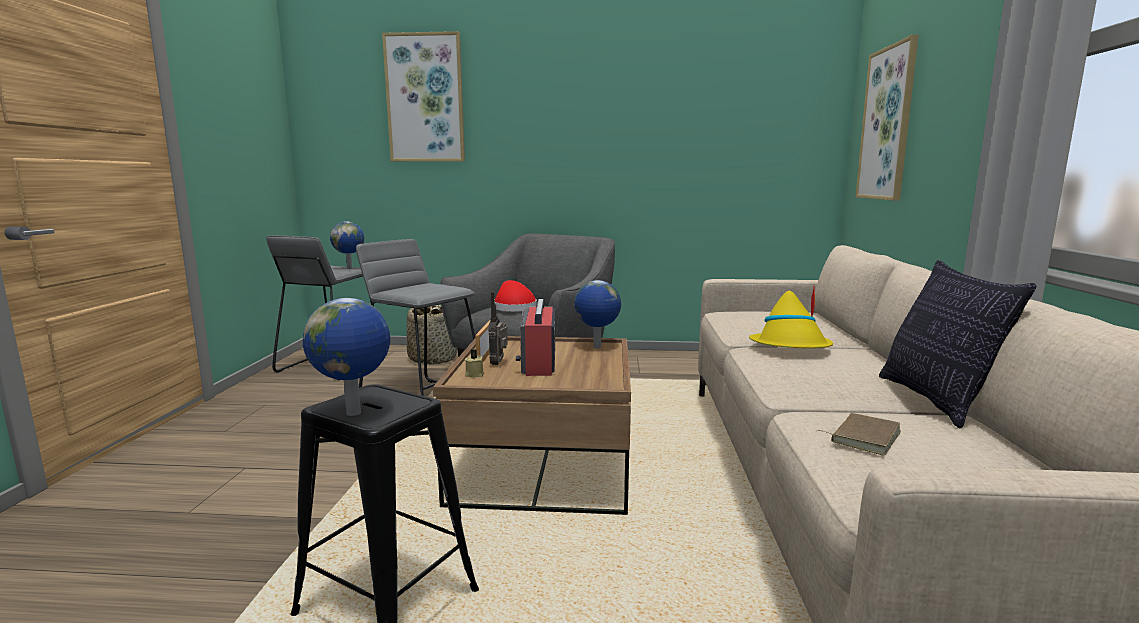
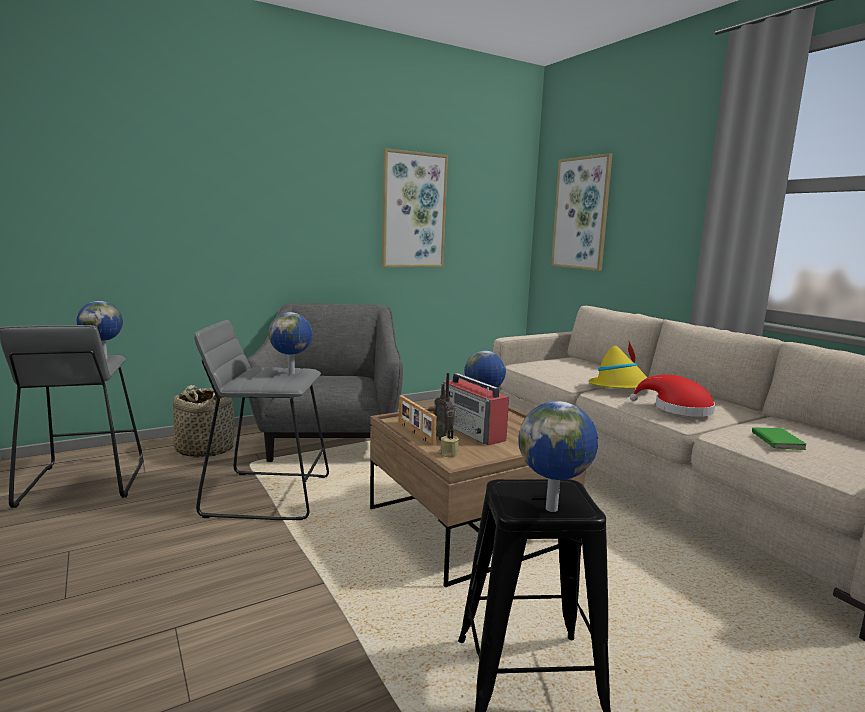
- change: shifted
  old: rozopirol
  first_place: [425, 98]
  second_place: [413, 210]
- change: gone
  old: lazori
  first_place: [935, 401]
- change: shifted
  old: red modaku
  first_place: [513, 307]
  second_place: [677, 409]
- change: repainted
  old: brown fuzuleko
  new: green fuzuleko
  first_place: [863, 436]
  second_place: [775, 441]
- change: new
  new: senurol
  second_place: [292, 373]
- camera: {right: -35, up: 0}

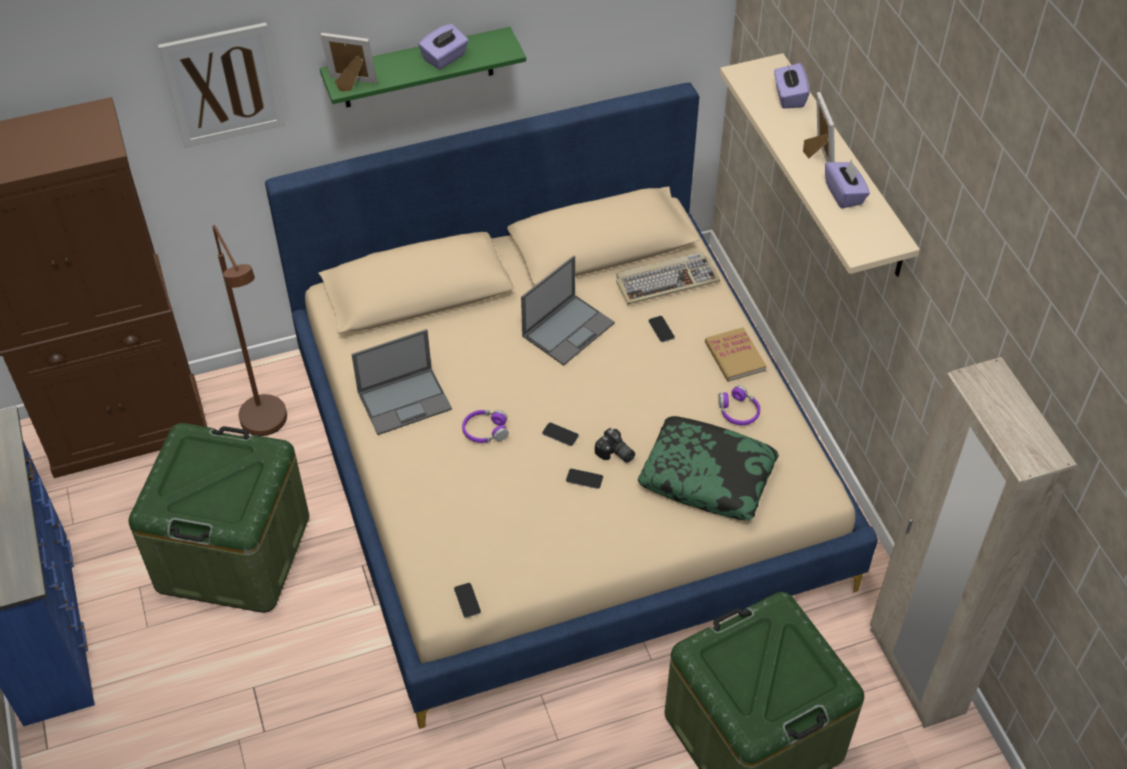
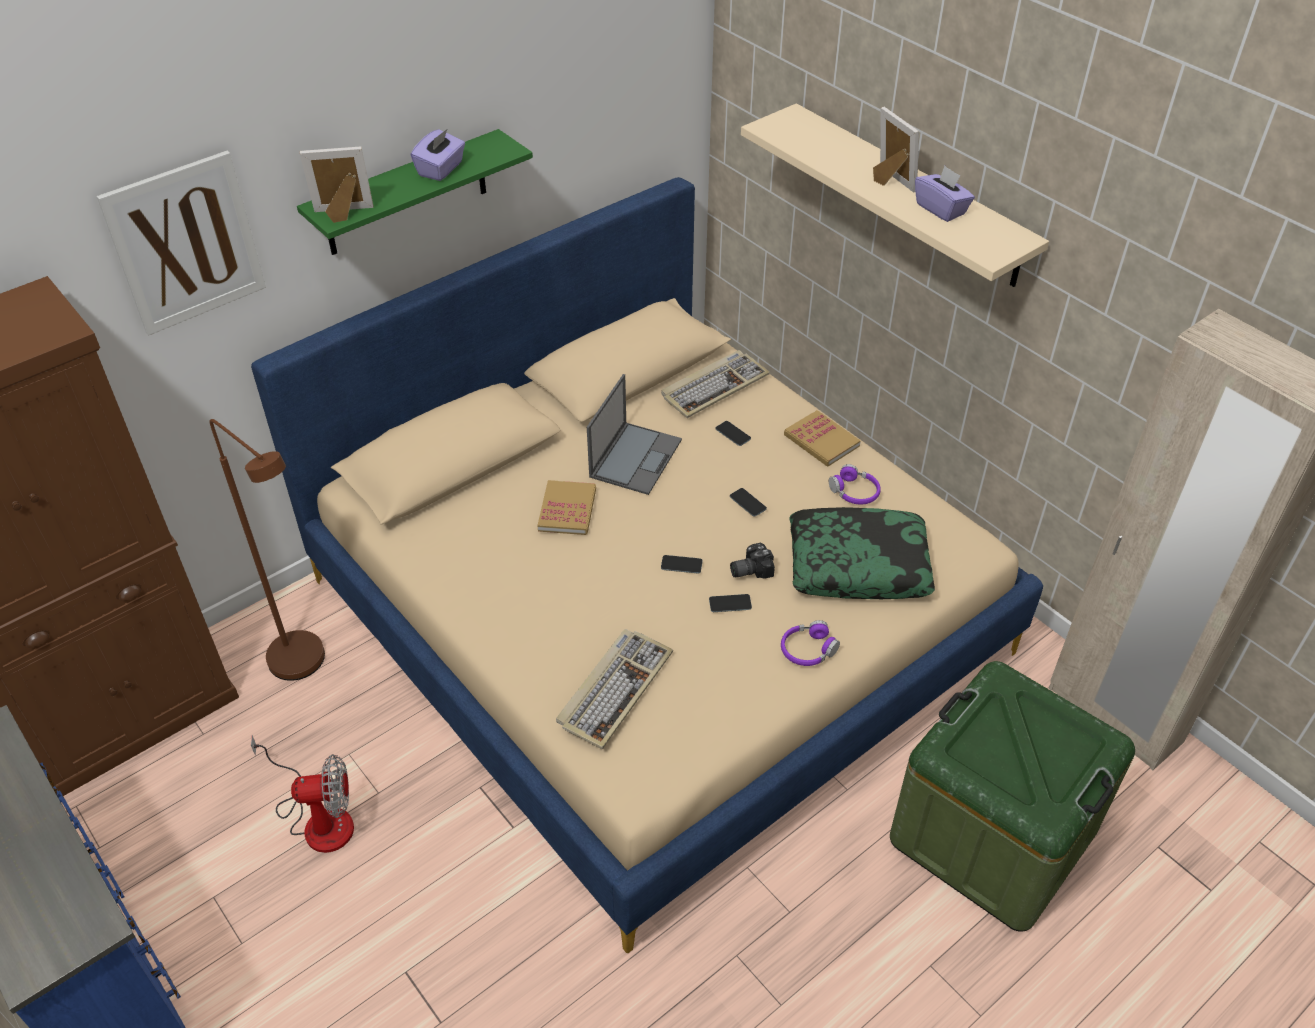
- change: gone
  old: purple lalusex
  first_place: [789, 97]
- change: gone
  old: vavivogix
  first_place: [405, 400]
- change: shifted
  old: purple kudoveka
  first_place: [485, 431]
  second_place: [807, 650]
- change: swapped
  old: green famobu
  new: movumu
  first_place: [233, 552]
  second_place: [318, 819]
- change: rotated
  old: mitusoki
  first_place: [615, 454]
  second_place: [749, 569]
  degrees: 135
- change: shifted
  old: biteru
  first_place: [467, 600]
  second_place: [748, 502]
- change: new
  new: fuzuleko
  second_place: [567, 510]
- change: new
  new: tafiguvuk
  second_place: [614, 688]
- camera: {right: -20, up: -5}

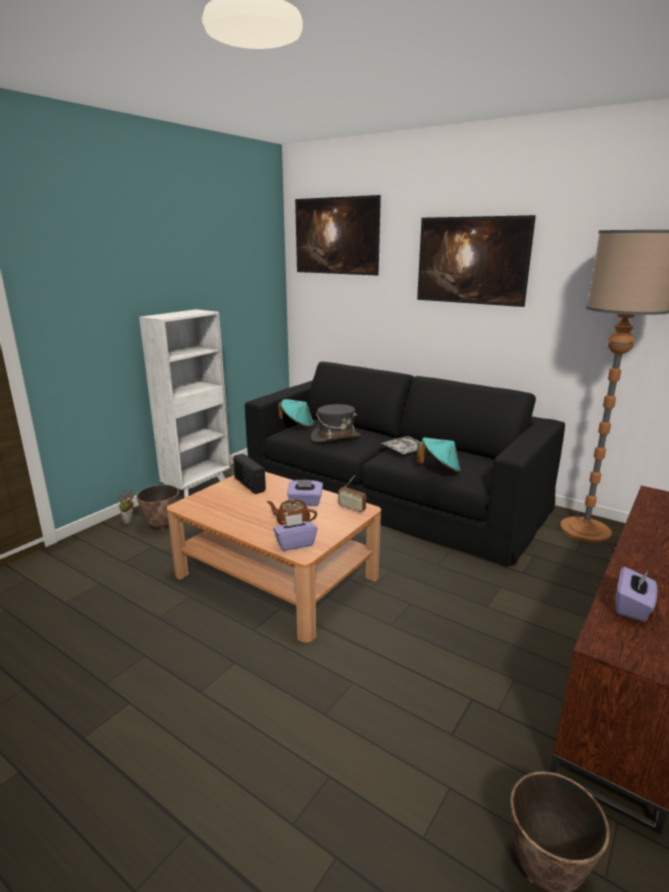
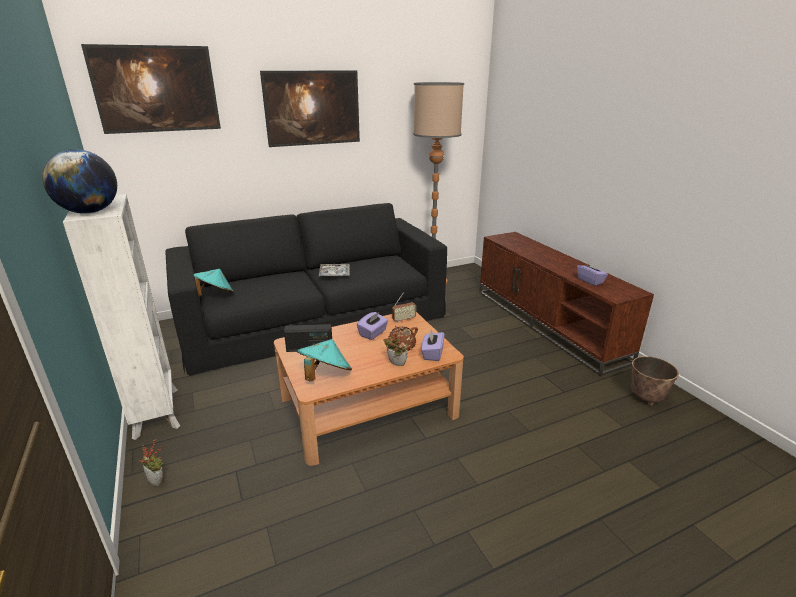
- change: gone
  old: grey modaku
  first_place: [336, 437]
- change: shifted
  old: turquoise modaku
  first_place: [439, 469]
  second_place: [325, 375]
- change: gone
  old: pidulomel
  first_place: [162, 526]
- change: new
  new: senurol
  second_place: [90, 212]
- change: new
  new: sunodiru
  second_place: [395, 364]
- camera: {right: -60, up: 5}

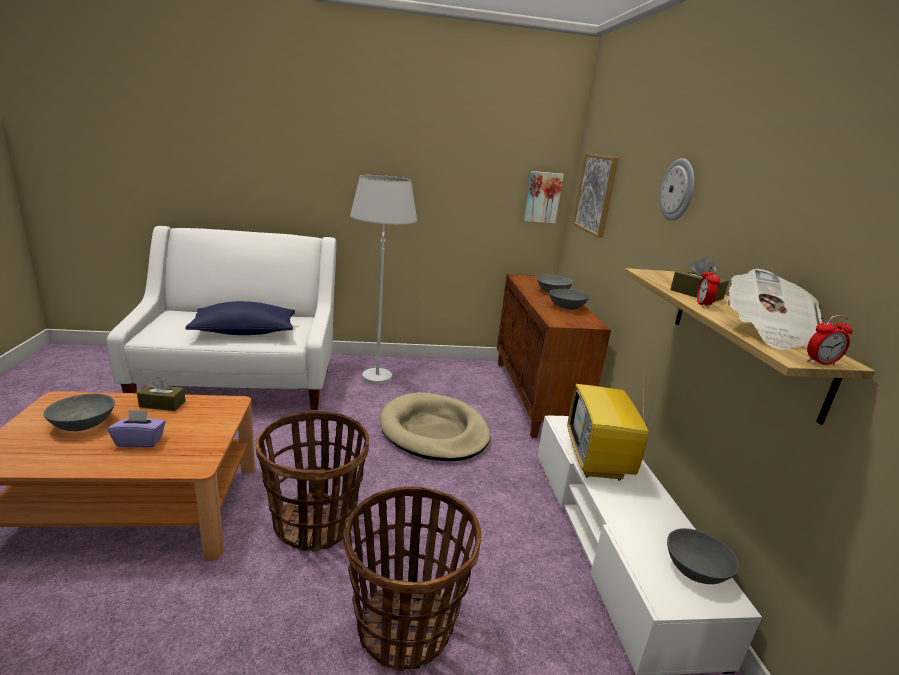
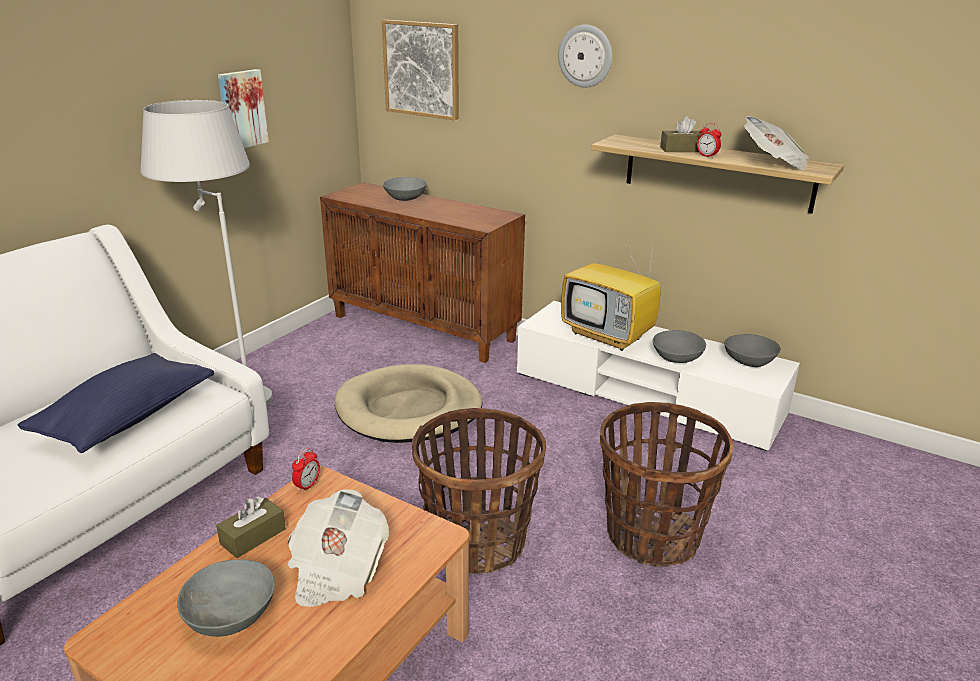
- change: shifted
  old: rozopirol
  first_place: [542, 197]
  second_place: [242, 109]
- change: shifted
  old: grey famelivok
  first_place: [567, 307]
  second_place: [676, 358]
- change: shifted
  old: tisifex
  first_place: [821, 363]
  second_place: [307, 486]
- change: swapped
  old: purple lalusex
  new: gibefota
  first_place: [140, 441]
  second_place: [336, 570]
- camera: {right: -50, up: 5}

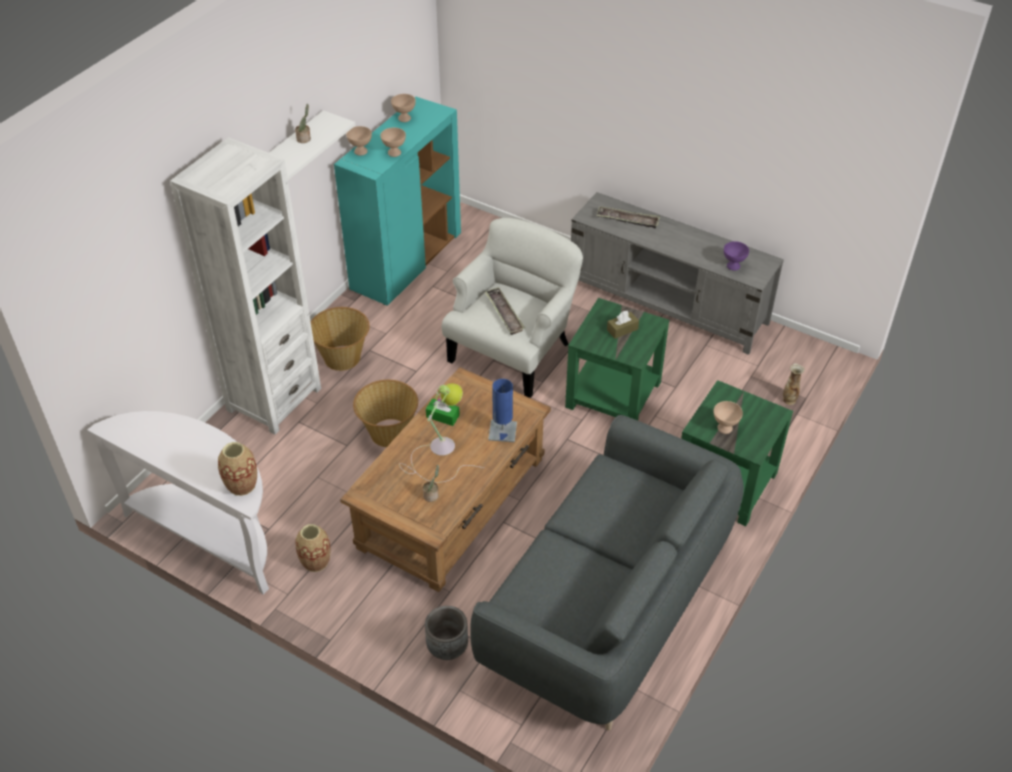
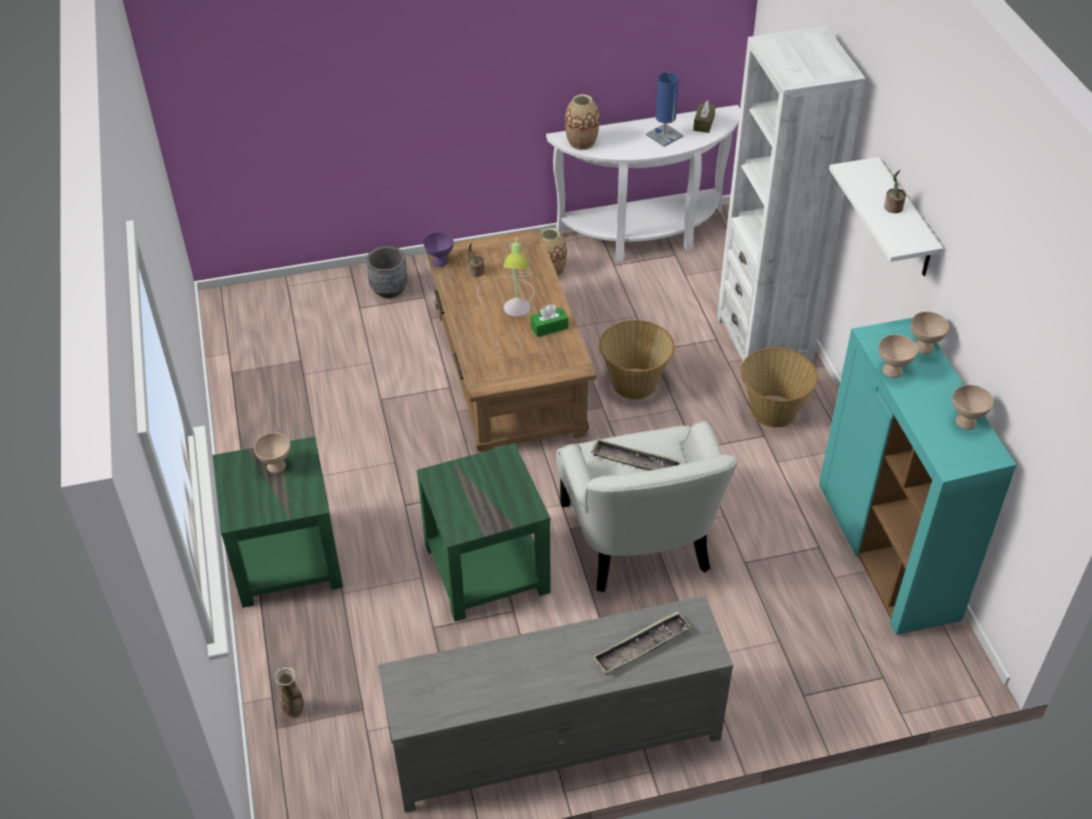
- change: shifted
  old: purple famelivok
  first_place: [733, 266]
  second_place: [439, 262]
- change: shifted
  old: brown lalusex
  first_place: [622, 329]
  second_place: [703, 123]
- change: shifted
  old: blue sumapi
  first_place: [502, 431]
  second_place: [664, 135]
- change: gone
  old: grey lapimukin
  first_place: [608, 604]
- camera: {right: 135, up: 0}

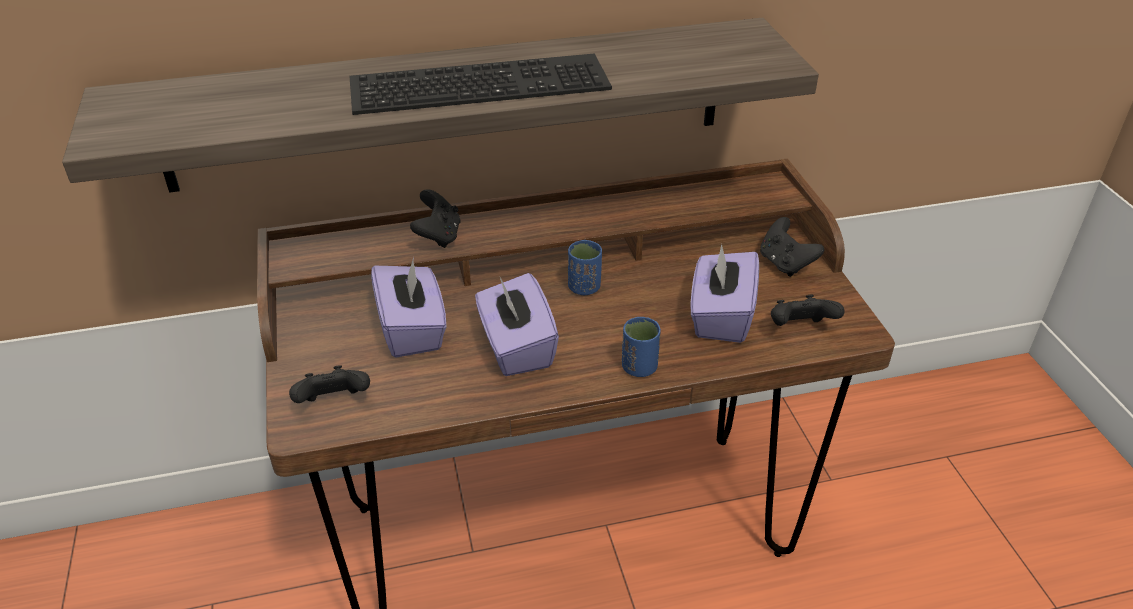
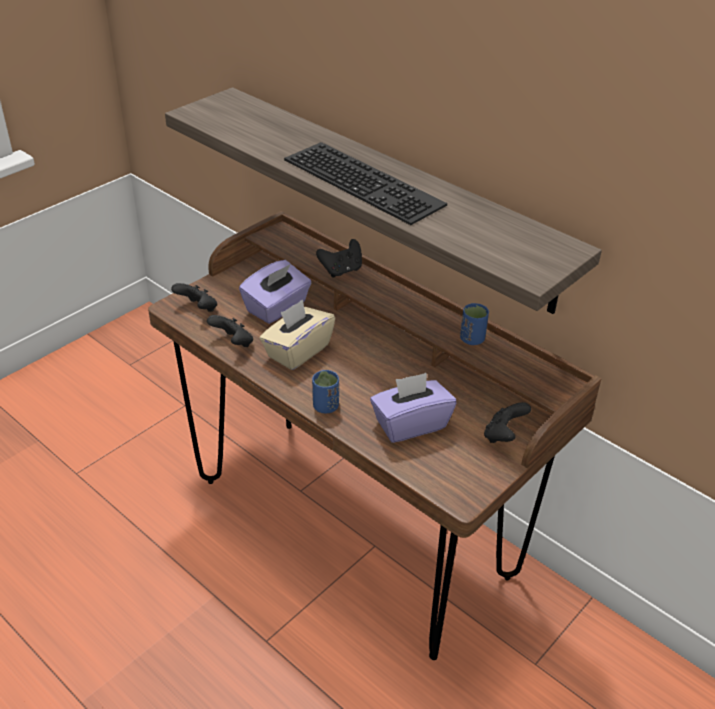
- change: shifted
  old: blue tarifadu
  first_place: [584, 287]
  second_place: [472, 339]
- change: repainted
  old: purple lalusex
  new: beige lalusex
  first_place: [516, 348]
  second_place: [297, 351]
- change: shifted
  old: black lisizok
  first_place: [799, 329]
  second_place: [233, 343]
- camera: {right: 55, up: 0}

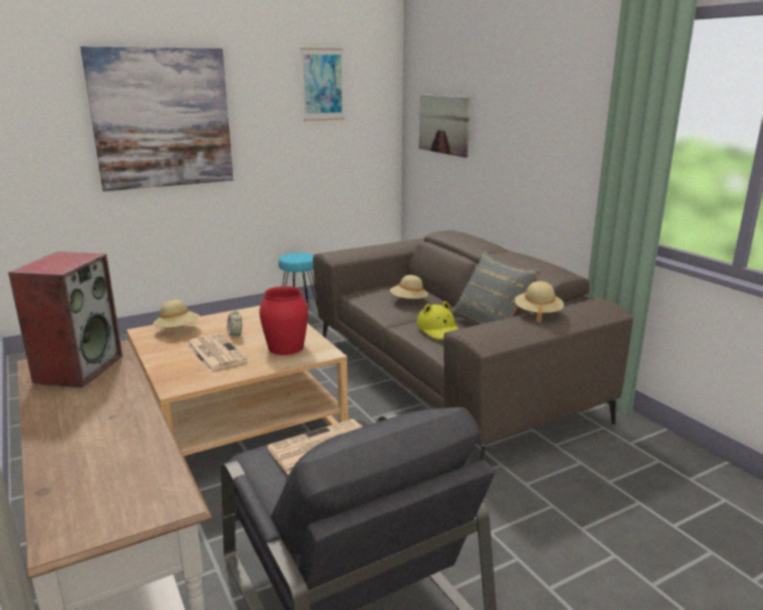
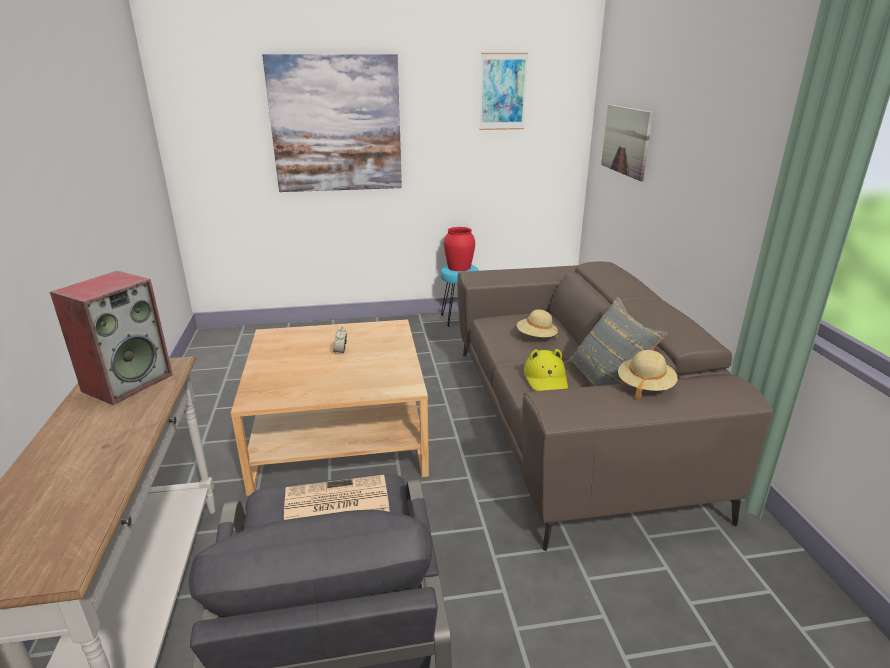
- change: shifted
  old: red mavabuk
  first_place: [286, 347]
  second_place: [459, 267]
- change: gone
  old: beige modaku
  first_place: [178, 330]
- change: gone
  old: gibefota
  first_place: [214, 352]
- camera: {right: 20, up: 5}

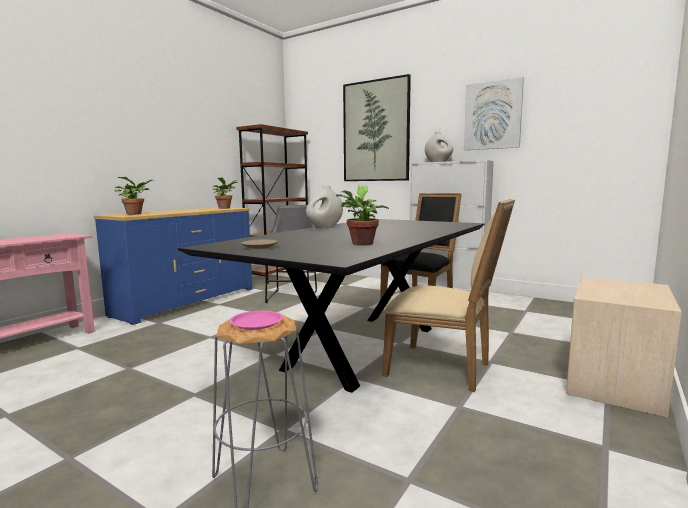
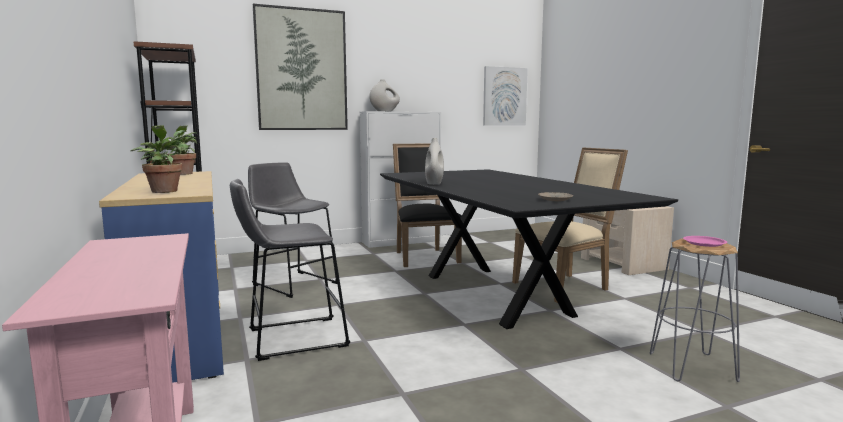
- change: shifted
  old: rozopirol
  first_place: [492, 115]
  second_place: [504, 96]
- change: gone
  old: sunodiru
  first_place: [362, 244]
- change: new
  new: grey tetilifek
  second_place: [291, 338]
- camera: {right: -55, up: 0}

